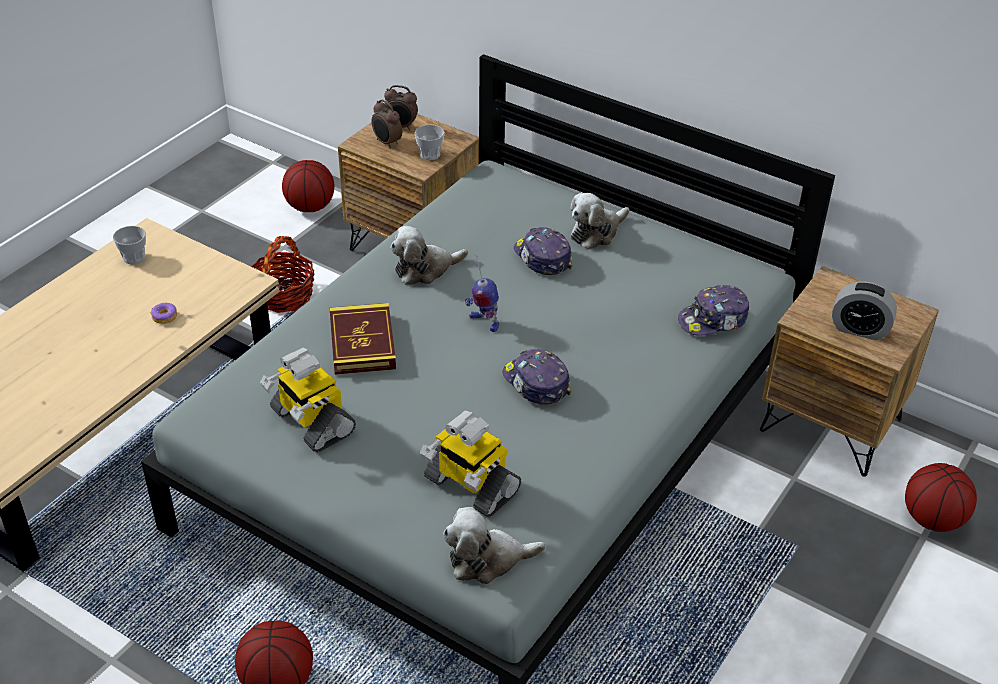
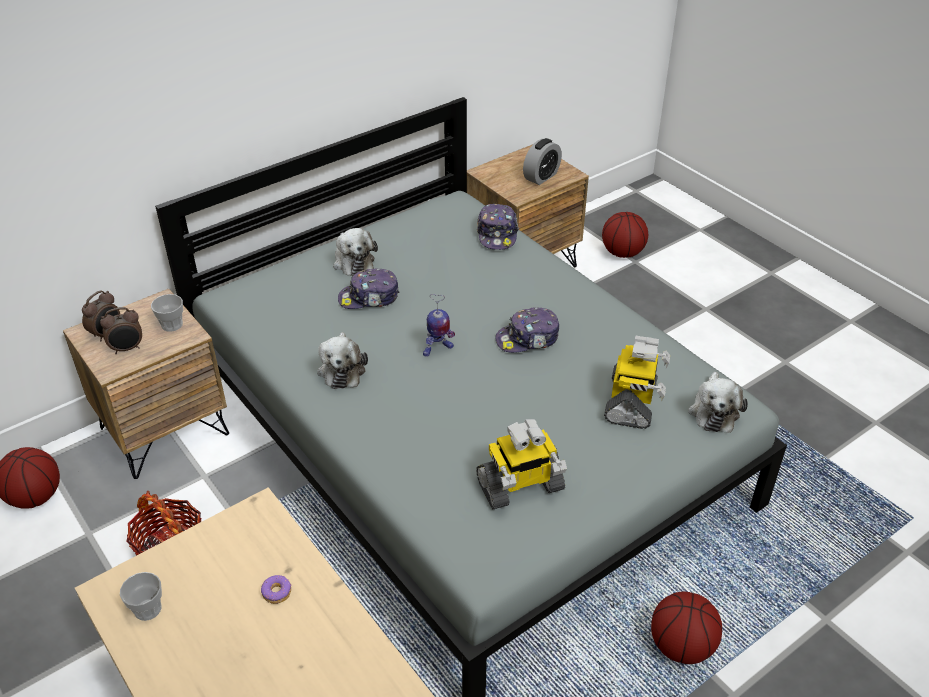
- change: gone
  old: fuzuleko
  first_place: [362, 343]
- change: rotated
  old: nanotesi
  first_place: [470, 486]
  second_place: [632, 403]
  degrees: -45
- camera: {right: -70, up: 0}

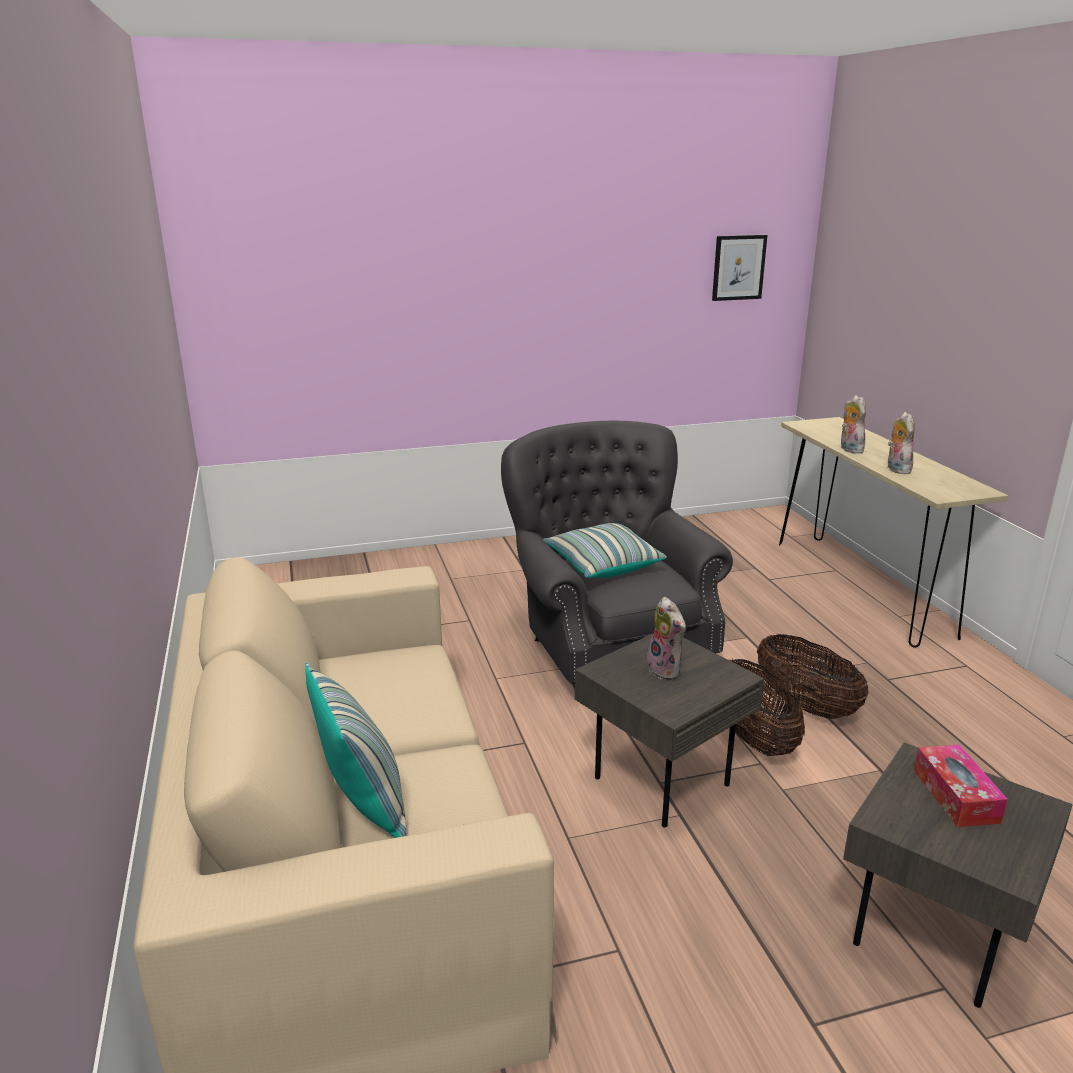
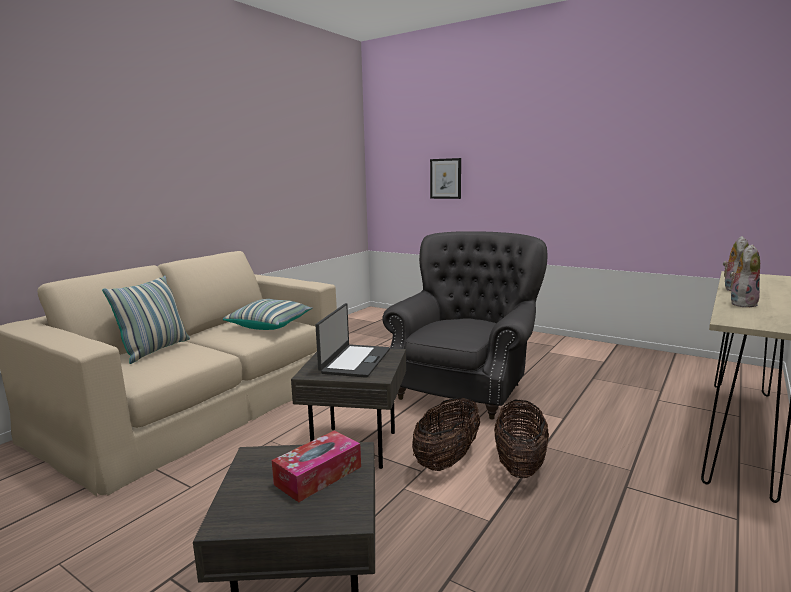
- change: shifted
  old: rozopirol
  first_place: [738, 267]
  second_place: [445, 178]
- change: shifted
  old: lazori
  first_place: [602, 565]
  second_place: [270, 325]
- change: swapped
  old: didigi
  new: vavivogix
  first_place: [666, 670]
  second_place: [355, 361]
- camera: {right: 50, up: -10}

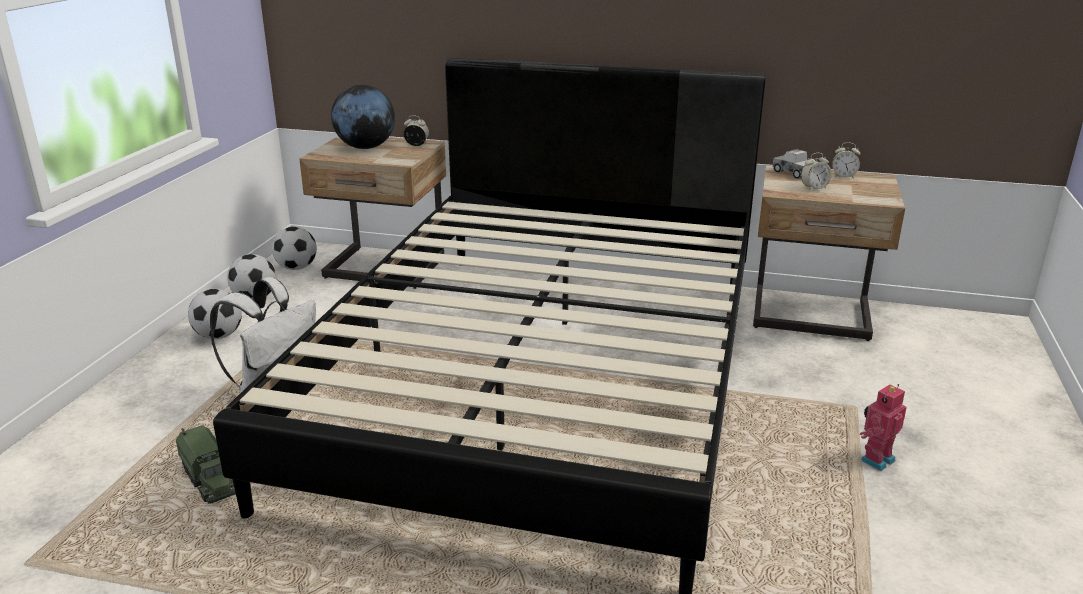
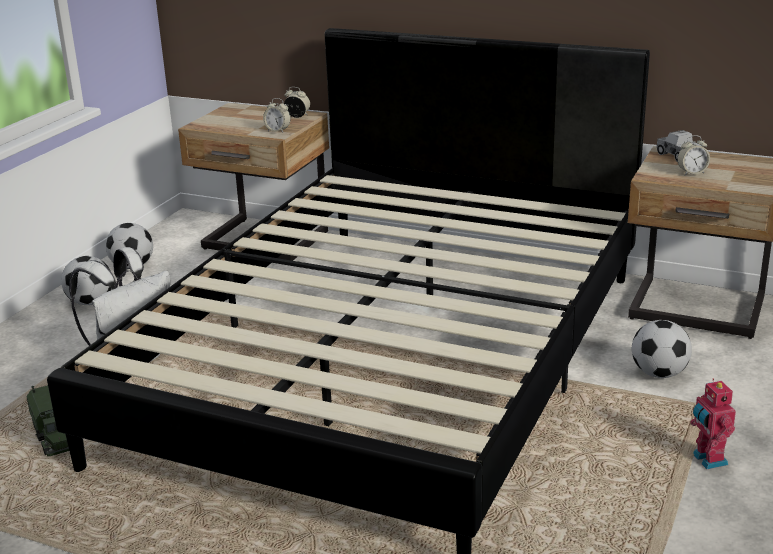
- change: gone
  old: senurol
  first_place: [365, 147]
- change: shifted
  old: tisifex
  first_place: [843, 176]
  second_place: [278, 131]
- change: shifted
  old: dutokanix
  first_place: [296, 268]
  second_place: [659, 373]
- change: rotated
  old: nanotesi
  first_place: [875, 459]
  second_place: [707, 460]
  degrees: -75
- camera: {right: 10, up: 0}

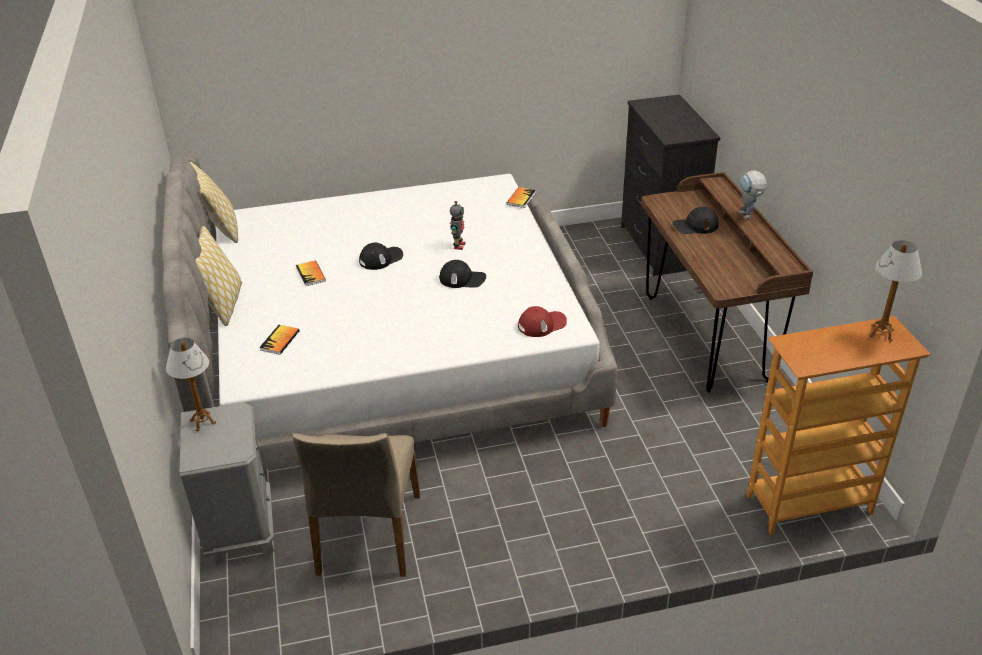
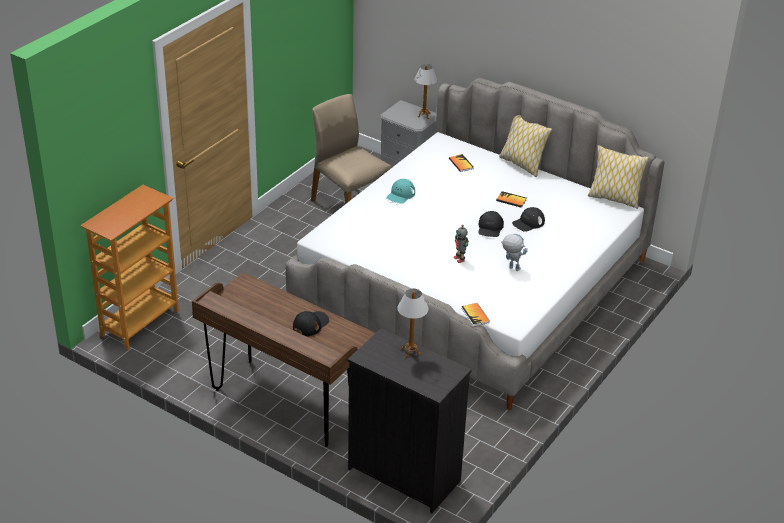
- change: shifted
  old: nanotesi
  first_place: [747, 217]
  second_place: [511, 267]
- change: shifted
  old: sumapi
  first_place: [881, 333]
  second_place: [410, 351]
- change: shifted
  old: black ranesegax
  first_place: [462, 279]
  second_place: [528, 223]
- change: gone
  old: red ranesegax
  first_place: [542, 324]
- change: new
  new: turquoise ranesegax
  second_place: [400, 194]
- camera: {right: 135, up: 0}

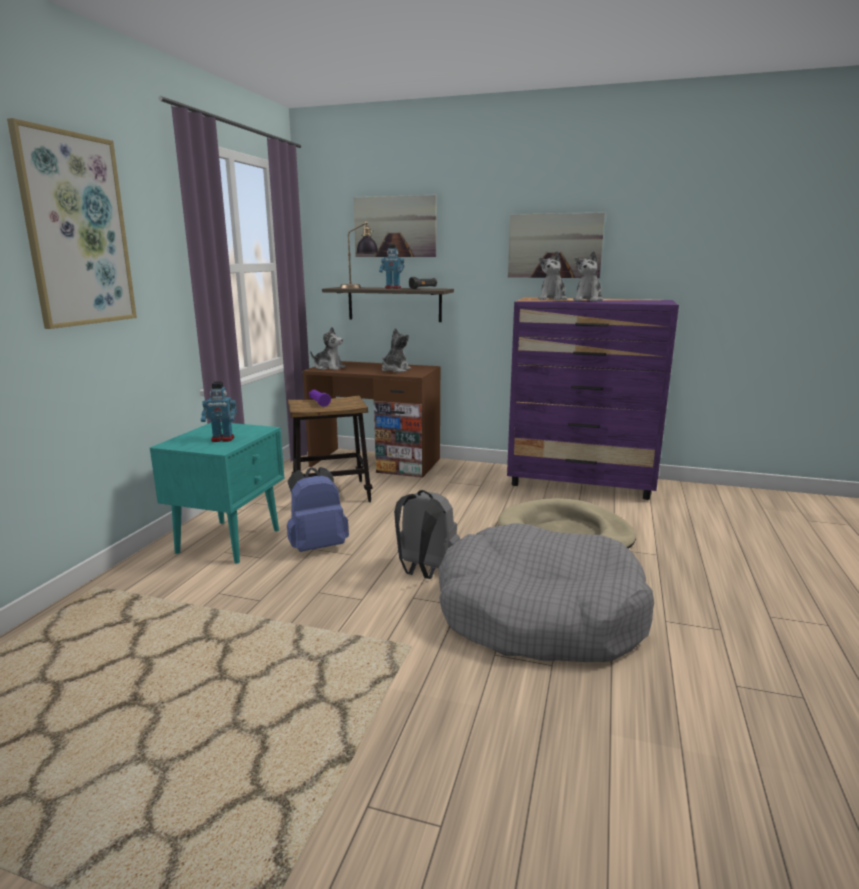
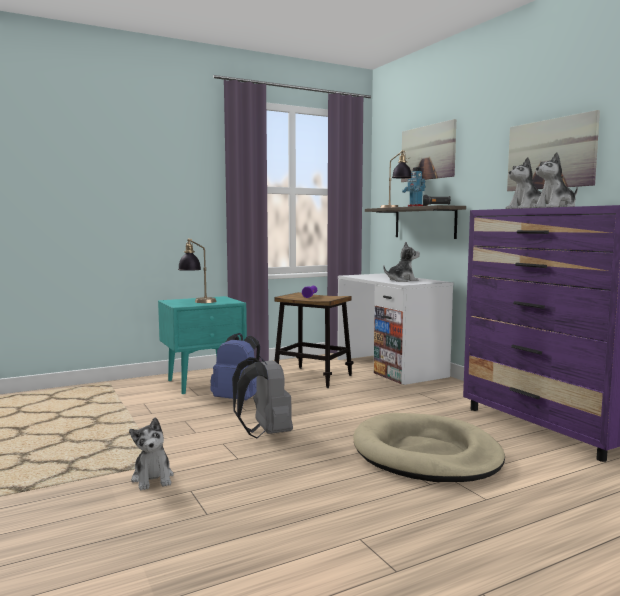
- change: gone
  old: rozopirol
  first_place: [76, 231]
- change: shifted
  old: didigi
  first_place: [329, 368]
  second_place: [153, 478]
- change: repainted
  old: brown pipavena
  new: white pipavena
  first_place: [375, 462]
  second_place: [390, 367]
- change: swapped
  old: nanotesi
  new: sumapi
  first_place: [222, 439]
  second_place: [198, 302]
- change: gone
  old: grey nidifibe
  first_place: [539, 614]
- camera: {right: 45, up: -10}

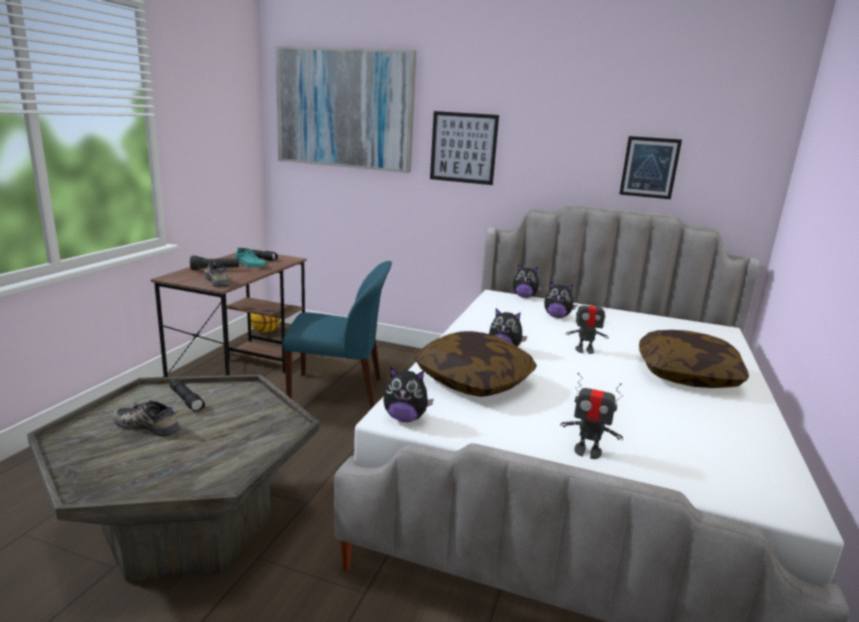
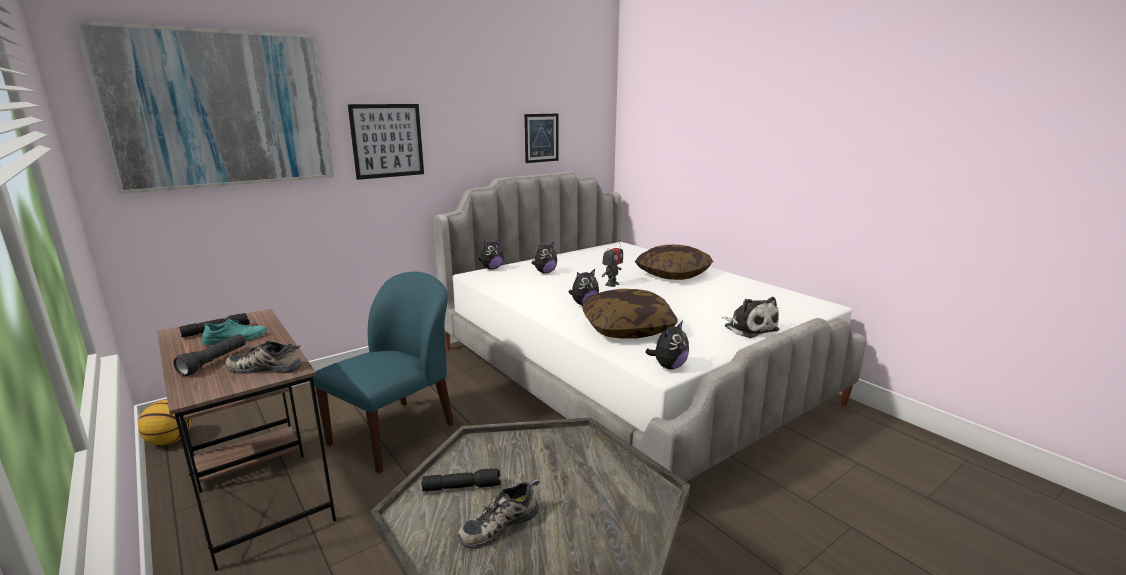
- change: swapped
  old: nanotesi
  new: didigi
  first_place: [587, 452]
  second_place: [749, 328]
- camera: {right: -55, up: 0}

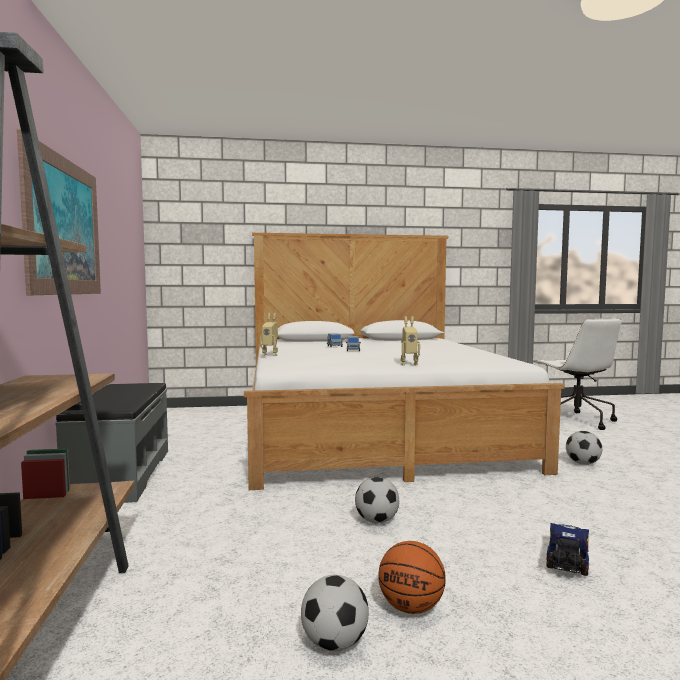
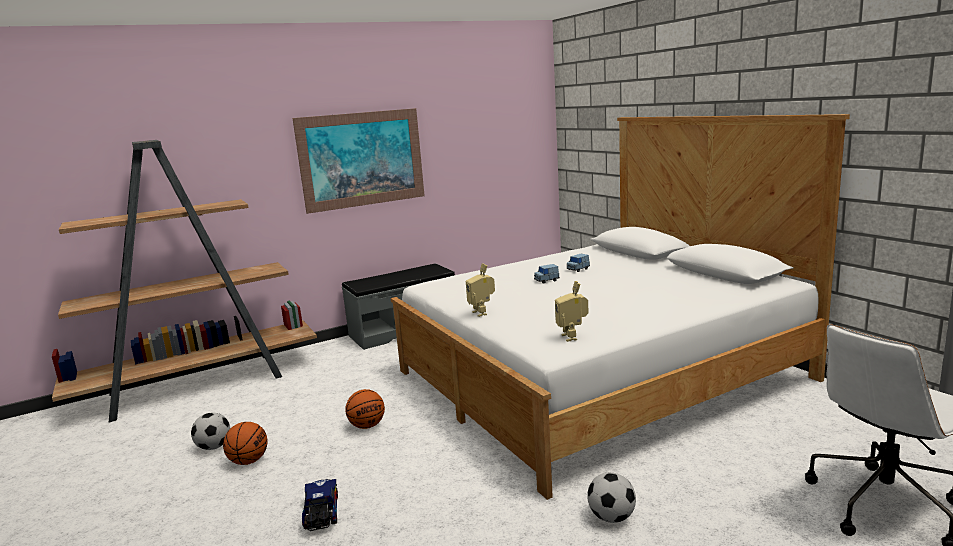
- change: shifted
  old: nanotesi
  first_place: [270, 355]
  second_place: [572, 337]
- change: swapped
  old: dutokanix
  new: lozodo
  first_place: [376, 521]
  second_place: [367, 426]
- change: rotated
  old: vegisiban
  first_place: [567, 562]
  second_place: [321, 515]
  degrees: -105
- camera: {right: 70, up: 10}

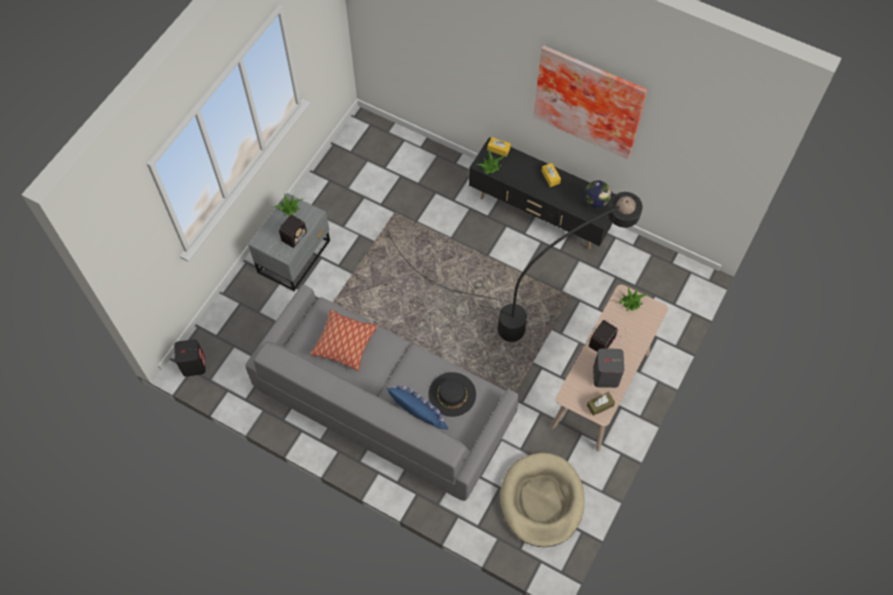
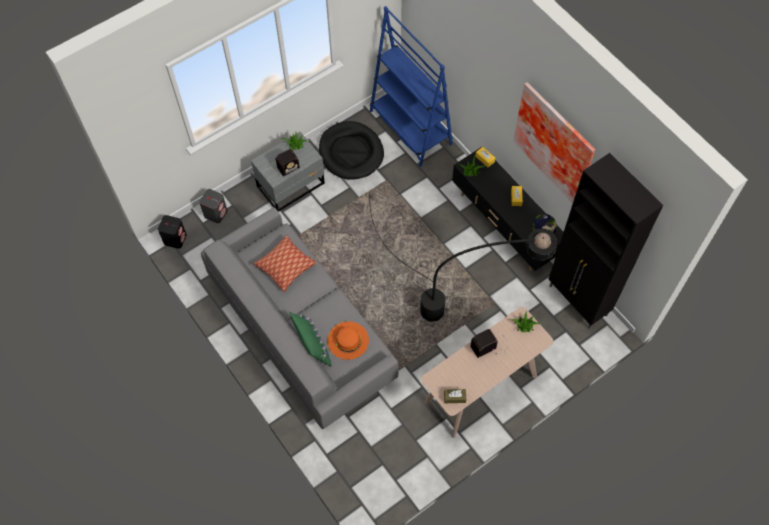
- change: shifted
  old: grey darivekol
  first_place: [605, 375]
  second_place: [216, 213]
- change: repainted
  old: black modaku
  new: orange modaku
  first_place: [452, 394]
  second_place: [348, 340]
- change: repainted
  old: blue lazori
  new: green lazori
  first_place: [418, 418]
  second_place: [312, 348]
- change: gone
  old: beige nidifibe
  first_place: [541, 501]
- change: new
  new: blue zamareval
  second_place: [410, 127]
- change: new
  new: black nidifibe
  second_place: [351, 152]
- change: new
  new: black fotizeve
  second_place: [578, 301]
- camera: {right: 25, up: 0}

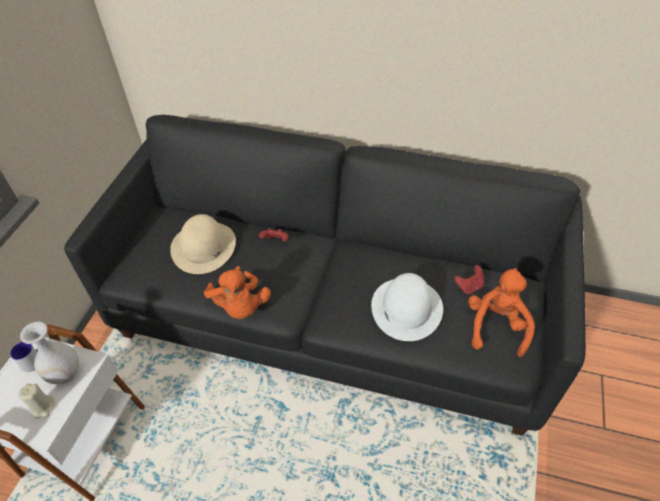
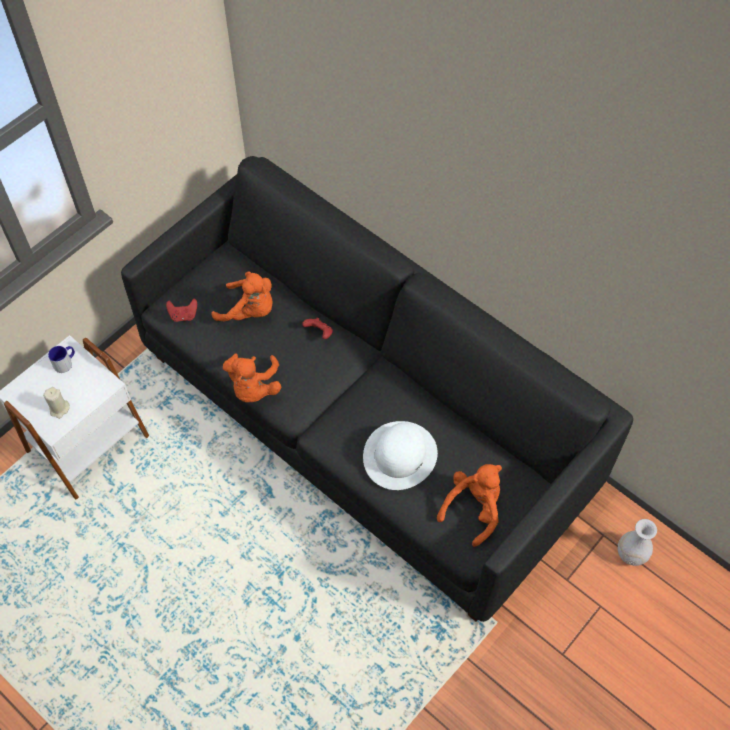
- change: swapped
  old: beige modaku
  new: orange didigi
  first_place: [204, 247]
  second_place: [249, 311]
- change: shifted
  old: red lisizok
  first_place: [469, 286]
  second_place: [183, 315]
- change: shifted
  old: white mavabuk
  first_place: [64, 373]
  second_place: [631, 554]
- camera: {right: 25, up: 10}

